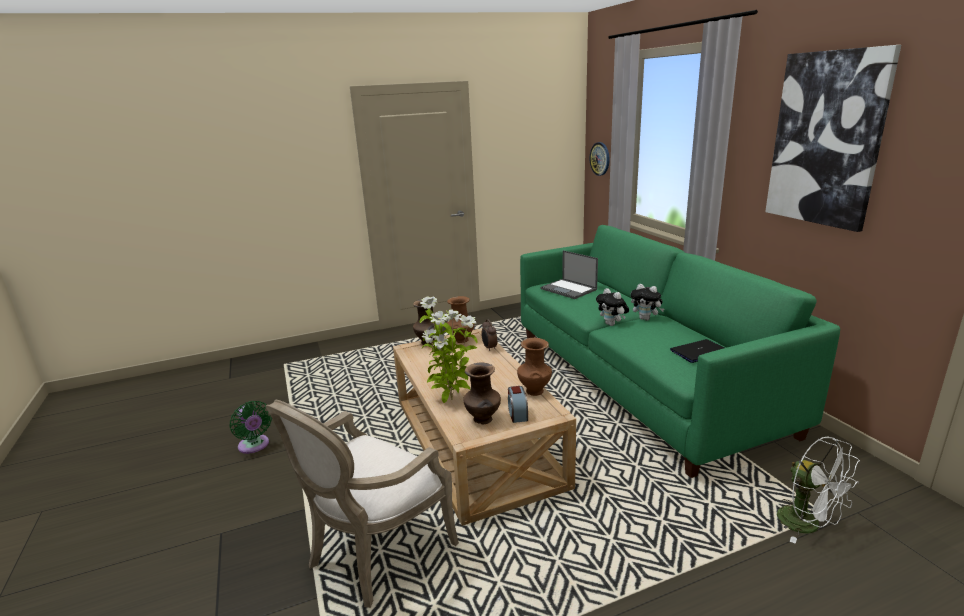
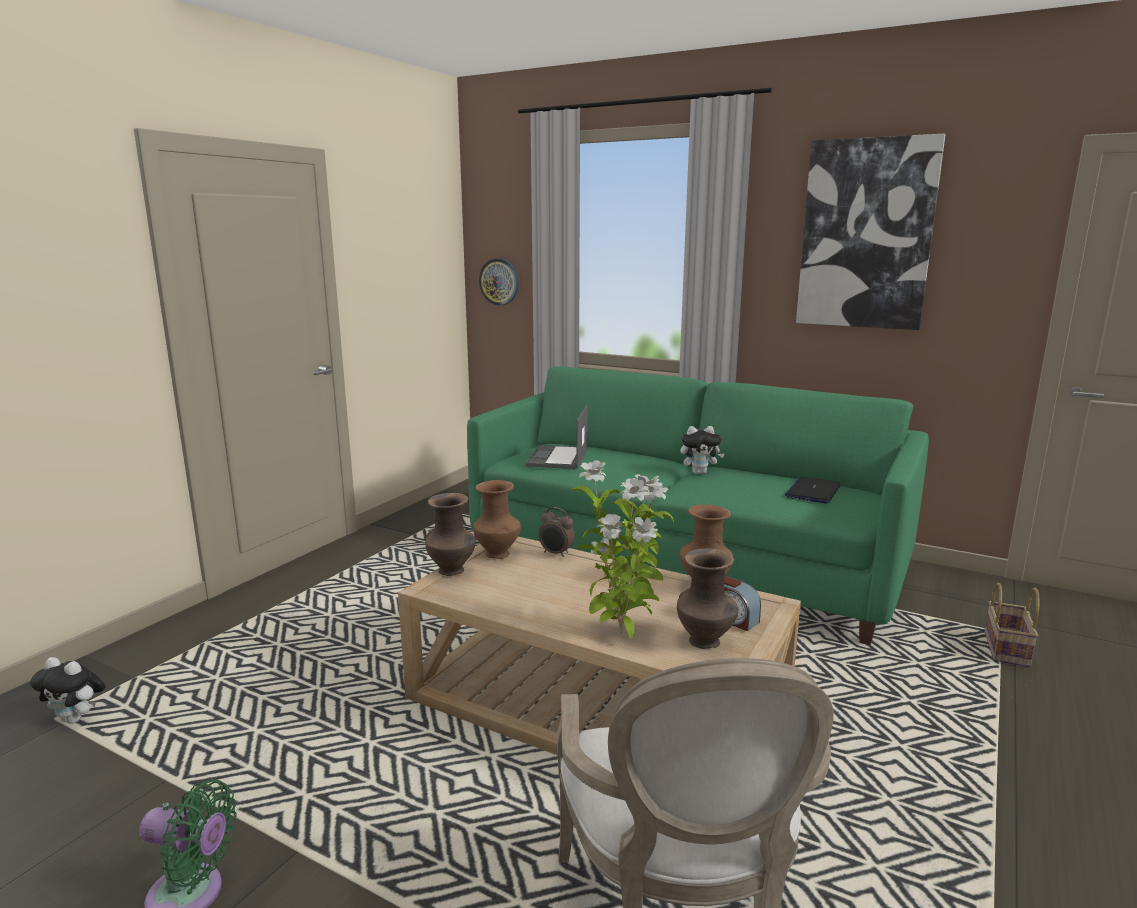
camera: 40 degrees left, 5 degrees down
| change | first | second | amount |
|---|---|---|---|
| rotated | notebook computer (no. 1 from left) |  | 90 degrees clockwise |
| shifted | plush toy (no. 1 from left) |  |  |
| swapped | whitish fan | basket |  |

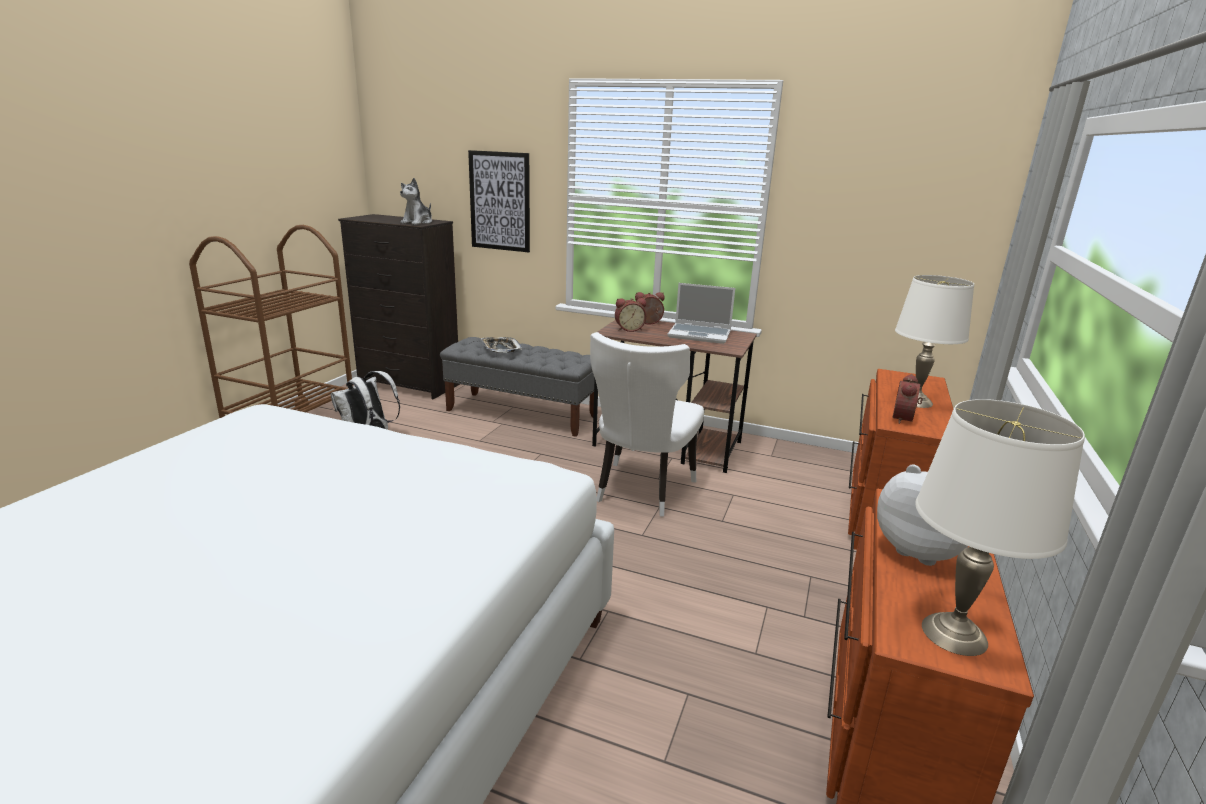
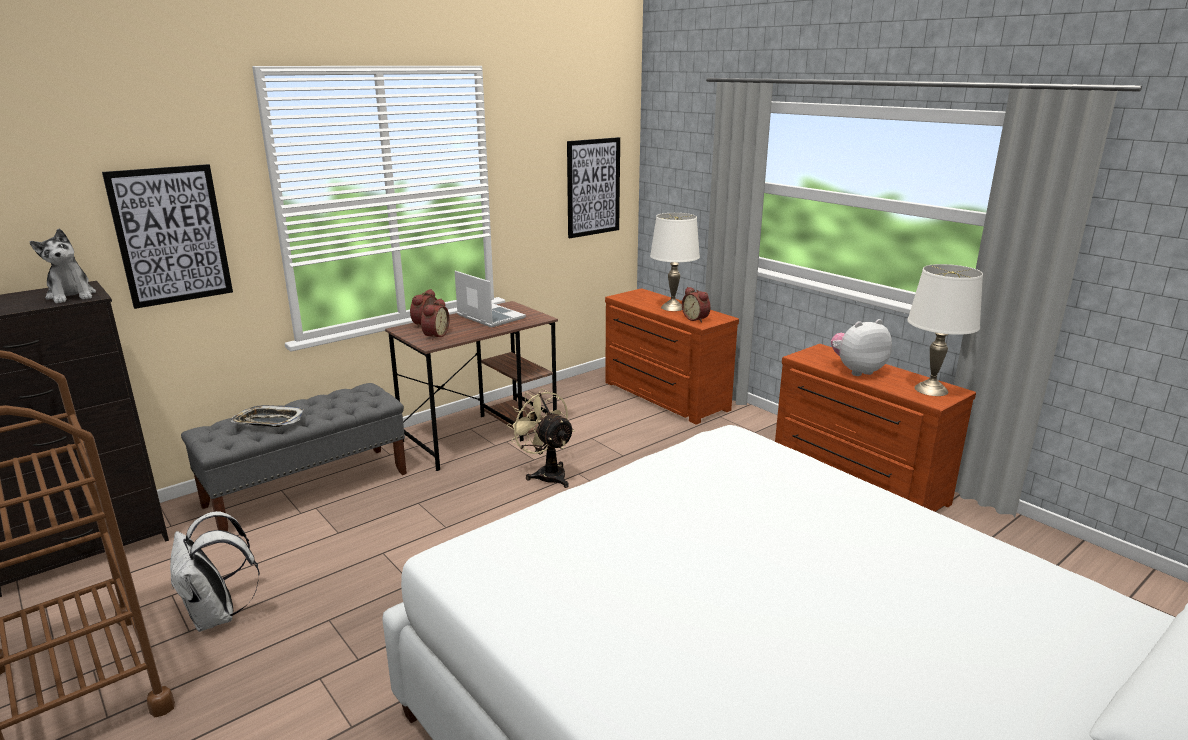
camera: 60 degrees left, 0 degrees up
| change | first | second | amount |
|---|---|---|---|
| swapped | whitish chair | beige-coloured fan |  |
| rotated | notebook computer |  | 90 degrees counterclockwise |
| new |  | wall picture (no. 2 from left) |  |

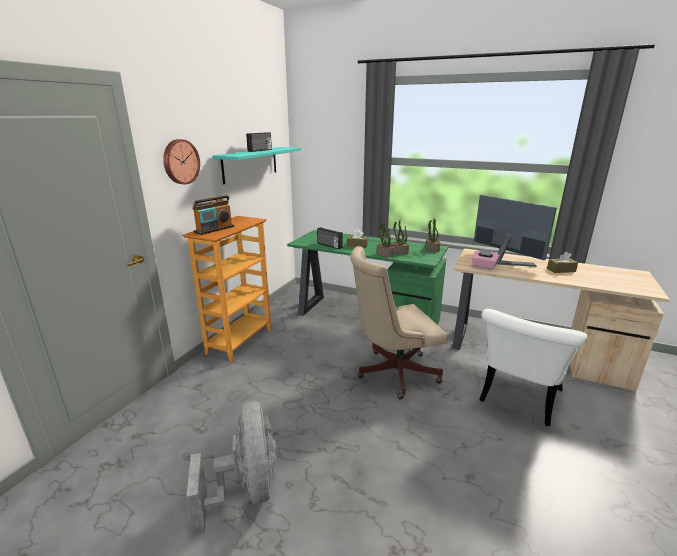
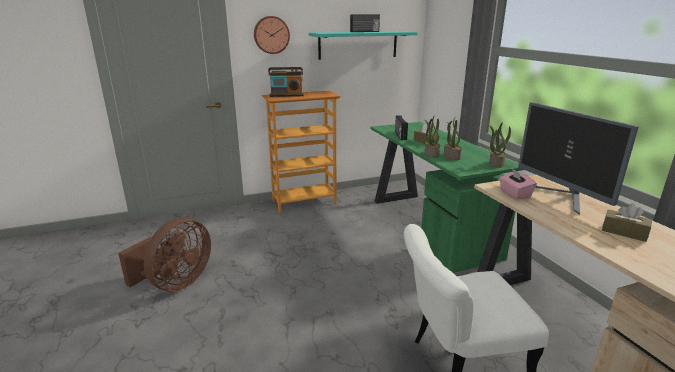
camera: 45 degrees right, 0 degrees up
| change | first | second | amount |
|---|---|---|---|
| repainted | gray fan | brownish fan |  |
| gone | beige-coloured desk chair |  |  |
| rotated | monitor |  | 150 degrees clockwise |

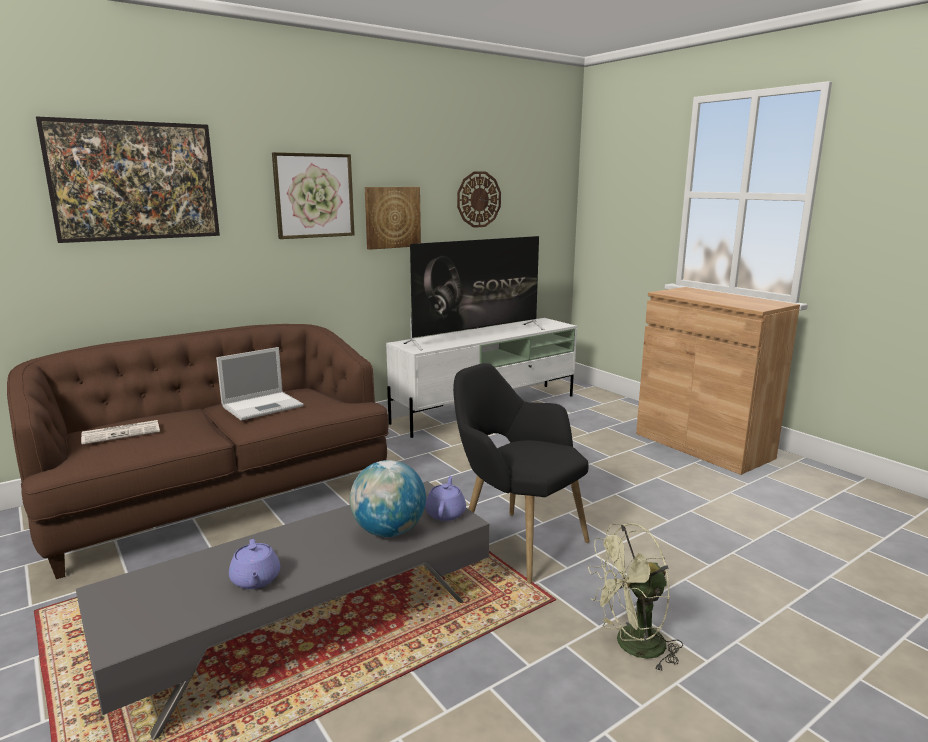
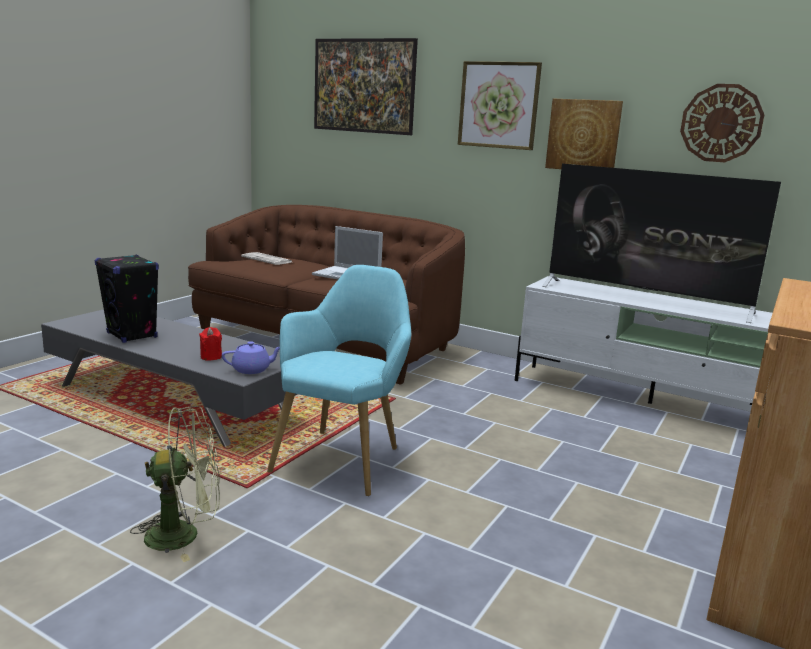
camera: 65 degrees right, 0 degrees up
| change | first | second | amount |
|---|---|---|---|
| swapped | purple-coloured teapot (no. 1 from left) | black audio speaker |  |
| swapped | globe | red wax candle |  |
| repainted | black armchair | turquoise-coloured armchair |  |
| rotated | green fan |  | 120 degrees clockwise |

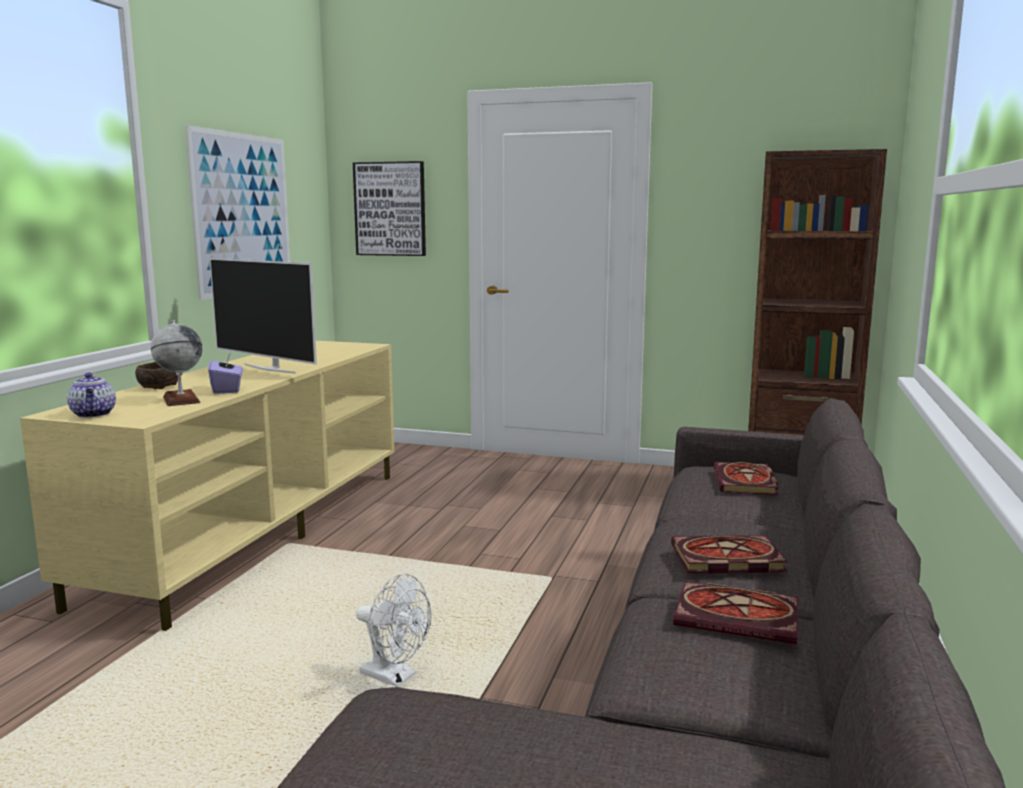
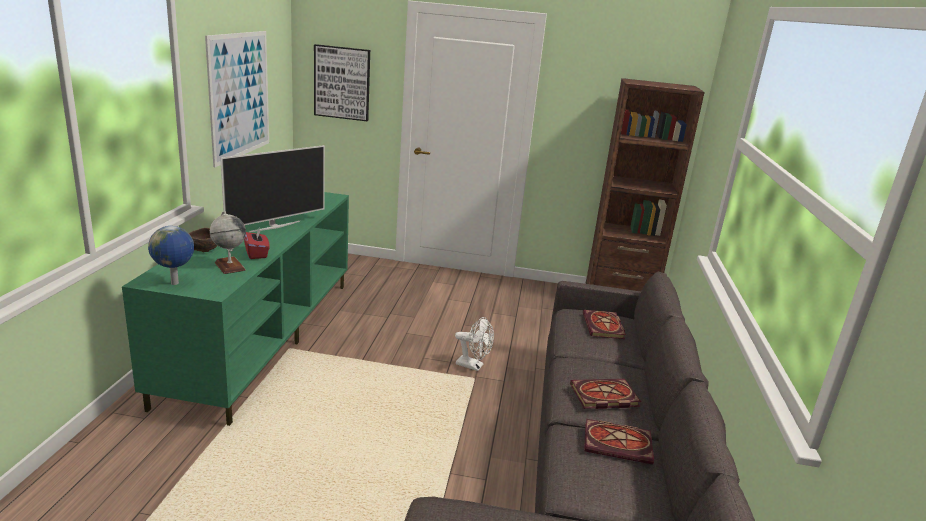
camera: 10 degrees left, 10 degrees up
| change | first | second | amount |
|---|---|---|---|
| repainted | beige-coloured tv unit | green tv unit |  |
| swapped | teapot | globe (no. 1 from left) |  |
| repainted | purple-coloured tissue holder | red tissue holder |  |
| rotated | TV set |  | 75 degrees counterclockwise |
| shifted | whitish fan |  |  |

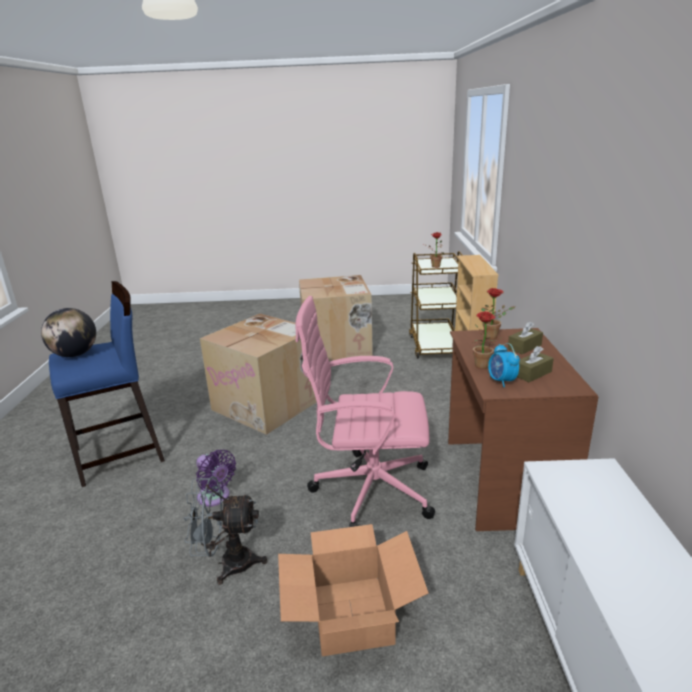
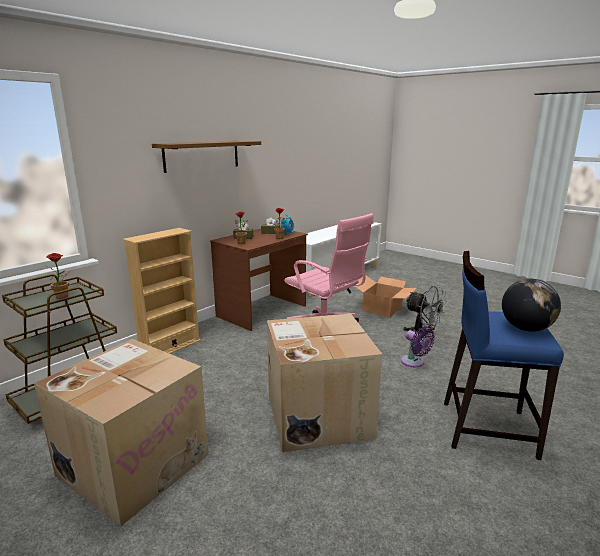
camera: 140 degrees left, 5 degrees down
| change | first | second | amount |
|---|---|---|---|
| rotated | purple-coloured fan |  | 150 degrees clockwise |
| new |  | wall shelf |  |

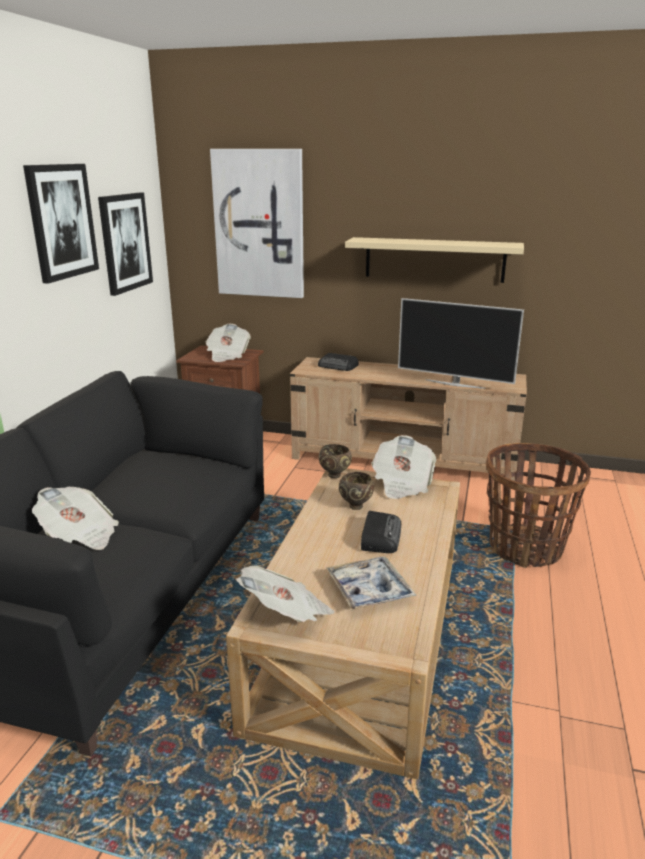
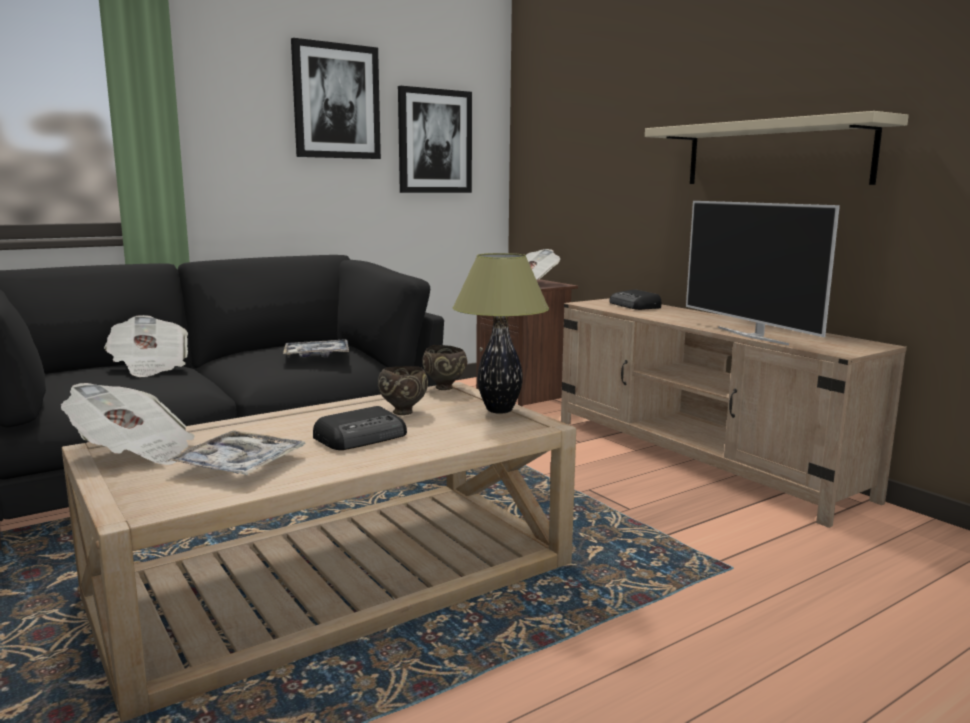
camera: 40 degrees right, 10 degrees down
| change | first | second | amount |
|---|---|---|---|
| gone | wall picture (no. 3 from left) |  |  |
| swapped | printed paper (no. 4 from left) | lamp for a table |  |
| gone | basket |  |  |
| new |  | tray (no. 2 from left) |  |

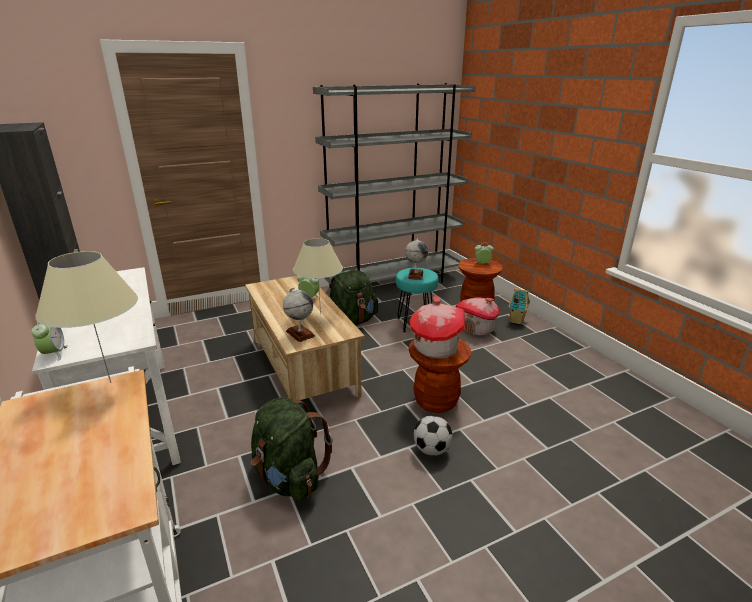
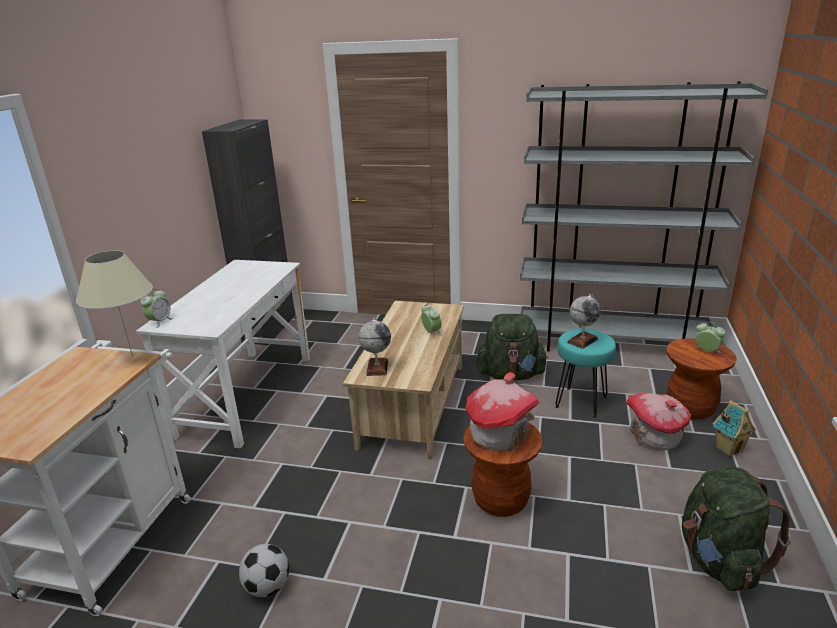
camera: 40 degrees right, 0 degrees up
| change | first | second | amount |
|---|---|---|---|
| shifted | green backpack (no. 1 from left in the first image) | green backpack (no. 2 from left) |  |
| gone | beige-coloured lamp for a table (no. 2 from left) |  |  |
| shifted | ball for football |  |  |

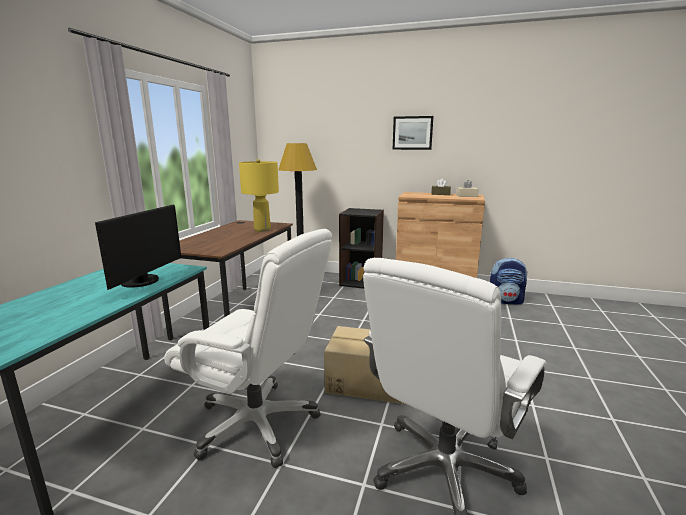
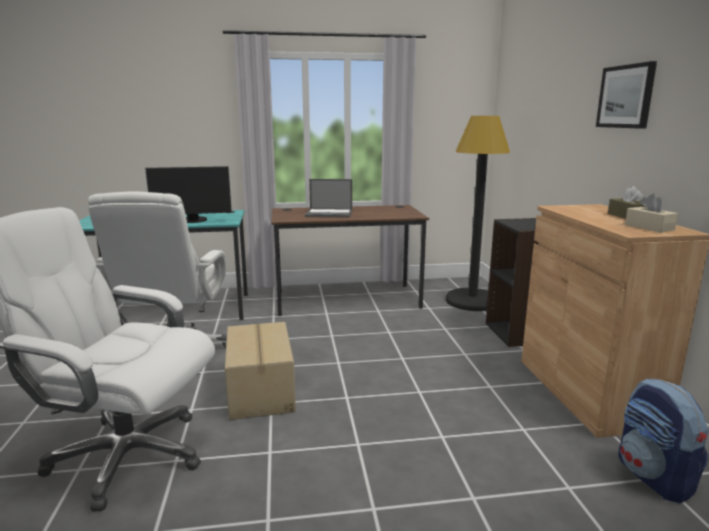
camera: 65 degrees right, 0 degrees up
| change | first | second | amount |
|---|---|---|---|
| gone | yellowish lamp for a table |  |  |
| new |  | notebook computer |  |

